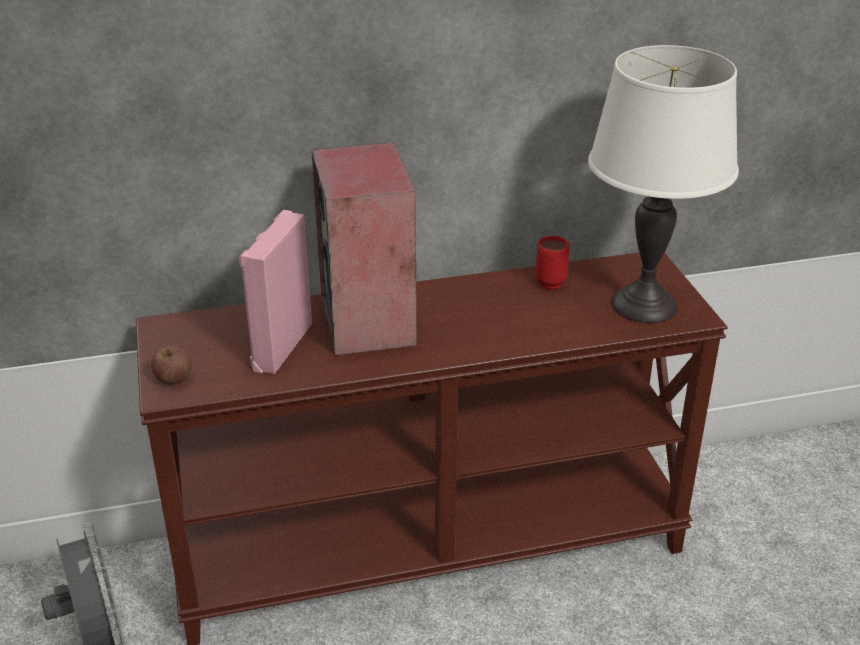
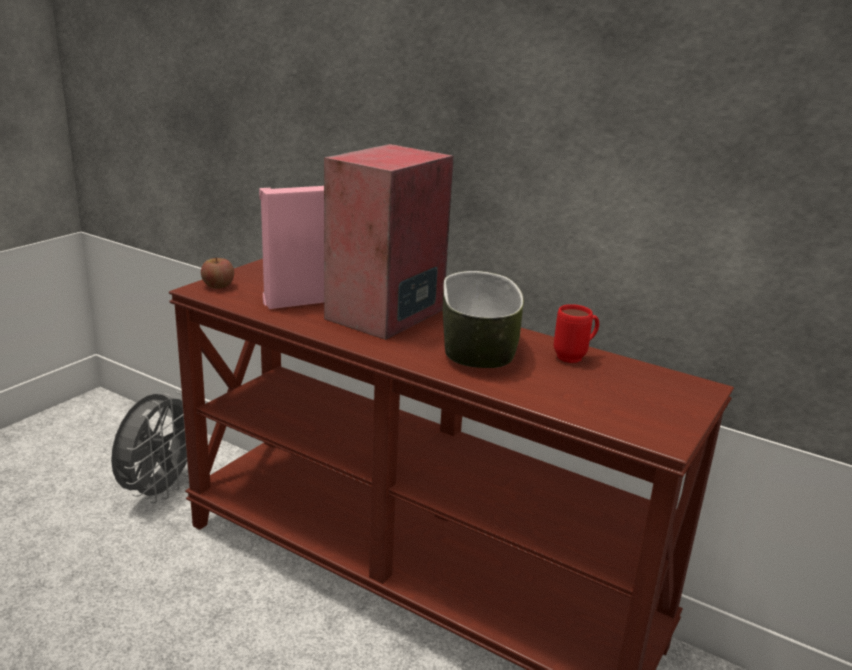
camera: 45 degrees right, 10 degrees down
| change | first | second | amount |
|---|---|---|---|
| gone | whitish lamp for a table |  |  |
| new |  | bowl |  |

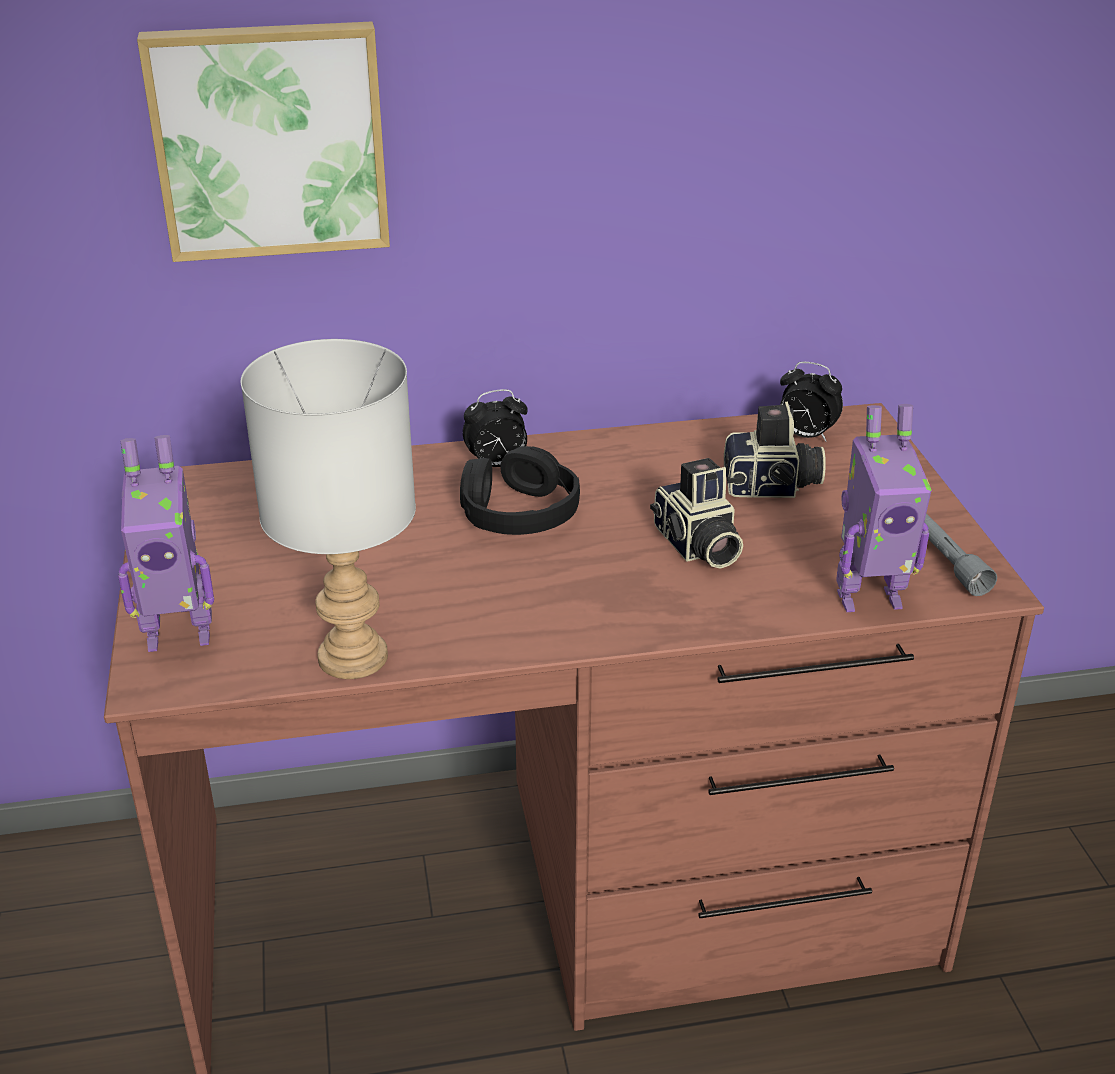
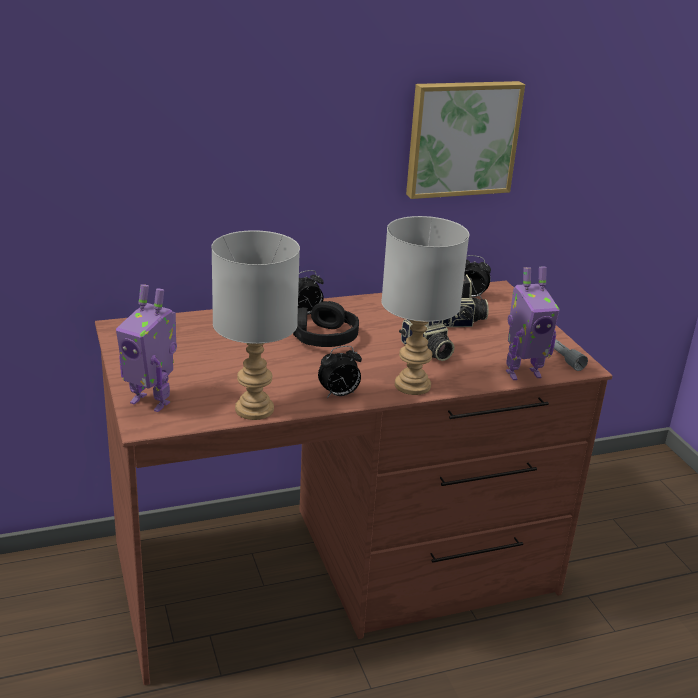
camera: 10 degrees left, 5 degrees down
| change | first | second | amount |
|---|---|---|---|
| rotated | robot figure (no. 1 from left) |  | 45 degrees clockwise |
| shifted | wall picture |  |  |
| new |  | table clock (no. 2 from left) |  |
| new |  | gray lamp for a table (no. 2 from left) |  |

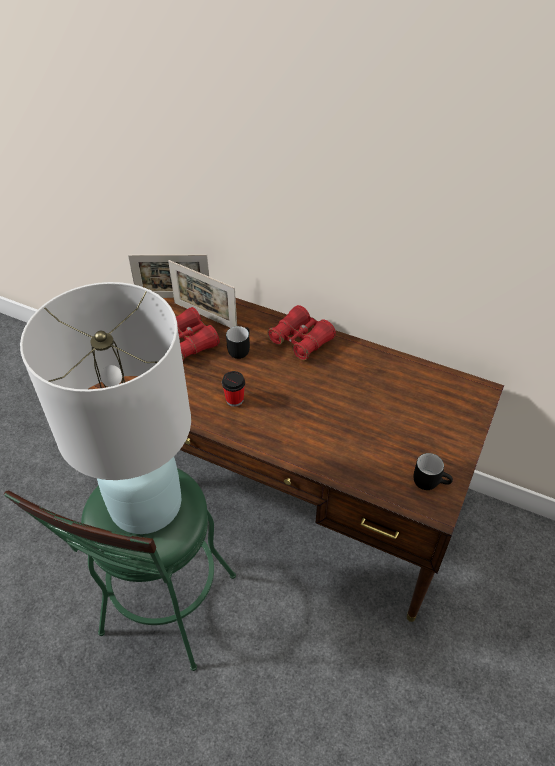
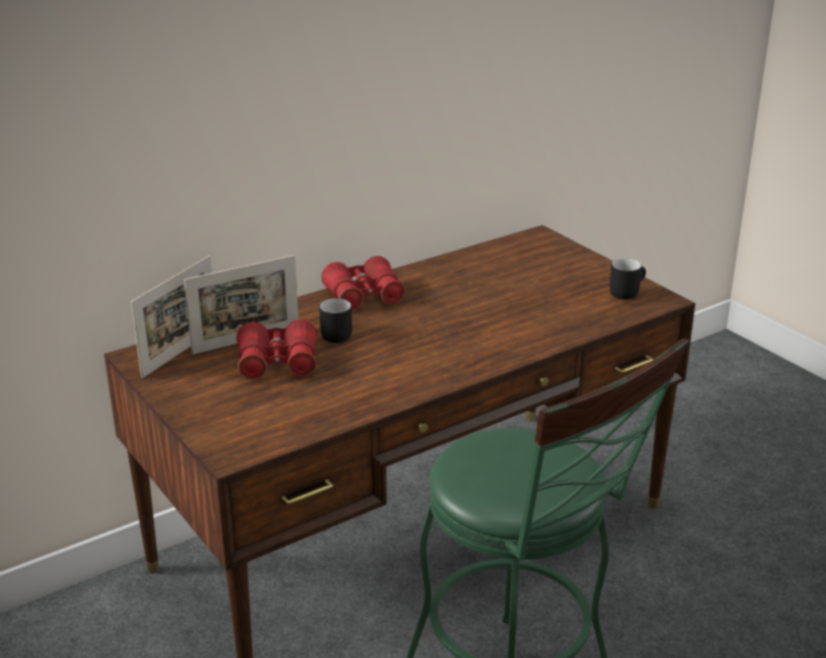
camera: 60 degrees left, 20 degrees down
| change | first | second | amount |
|---|---|---|---|
| gone | whitish lamp for a table |  |  |
| gone | drinking cup |  |  |

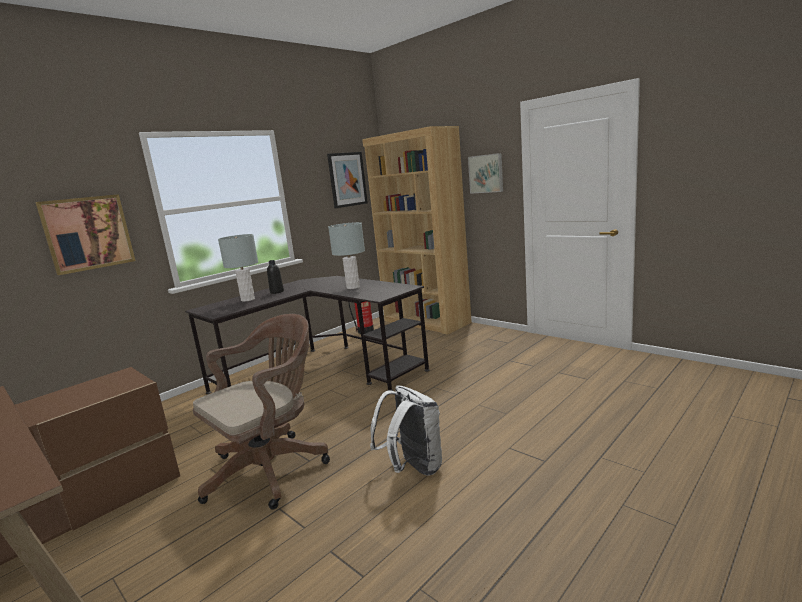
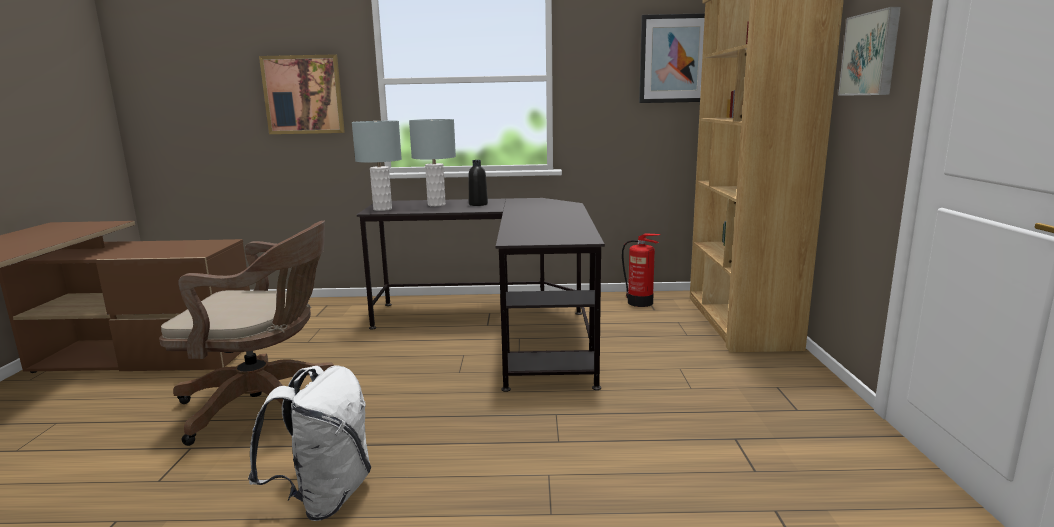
camera: 45 degrees right, 0 degrees up
| change | first | second | amount |
|---|---|---|---|
| shifted | gray lamp for a table (no. 2 from left in the first image) | gray lamp for a table (no. 1 from left) |  |

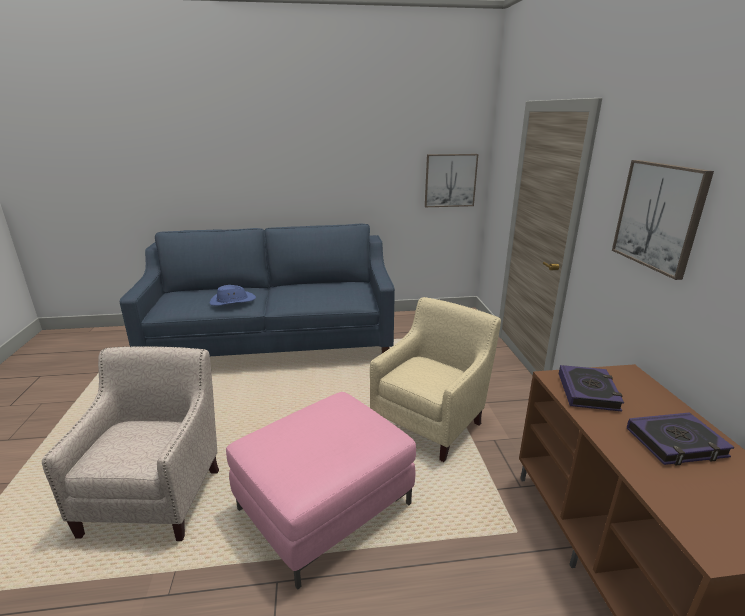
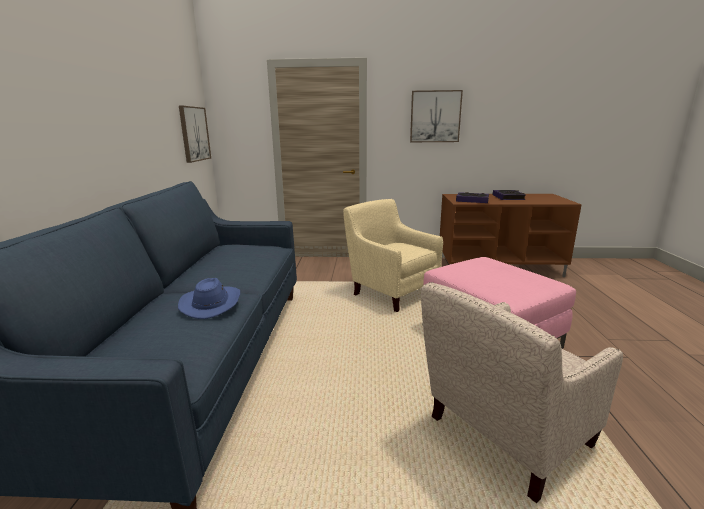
camera: 80 degrees left, 5 degrees down
| change | first | second | amount |
|---|---|---|---|
| rotated | beige-coloured armchair (no. 1 from left in the first image) | beige-coloured armchair (no. 2 from left) | 45 degrees counterclockwise |

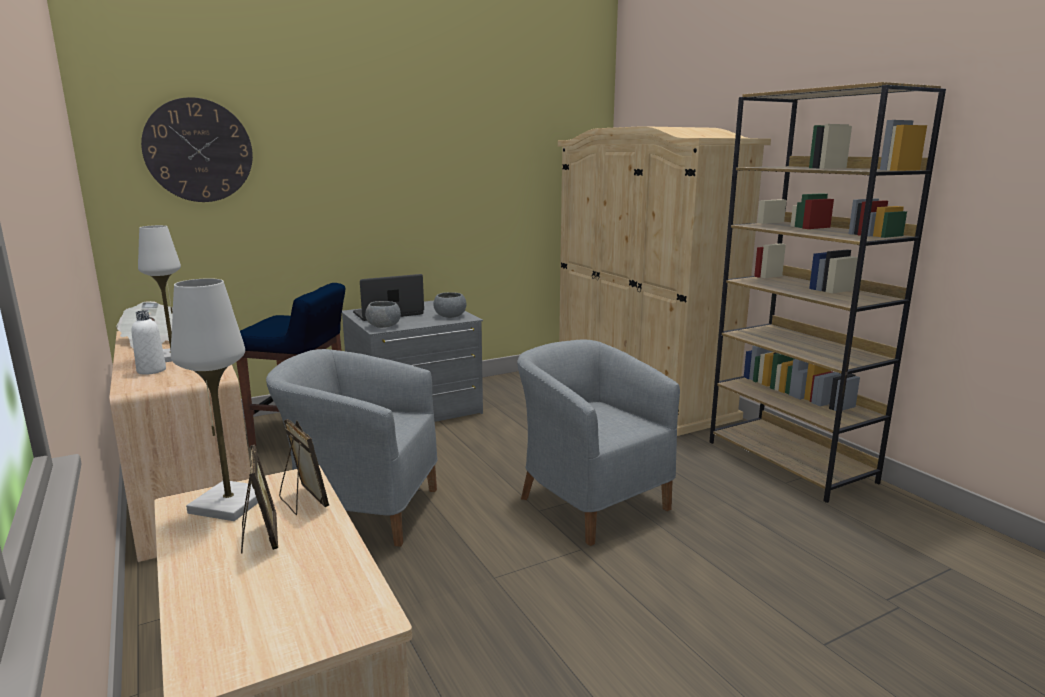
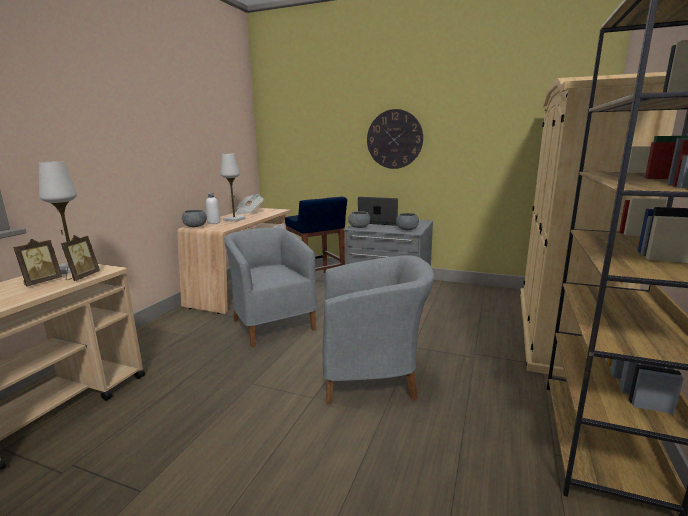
camera: 50 degrees right, 0 degrees up
| change | first | second | amount |
|---|---|---|---|
| shifted | wall clock |  |  |
| rotated | gray armchair (no. 2 from left) |  | 75 degrees clockwise |
| new |  | gray bowl (no. 1 from left) |  |

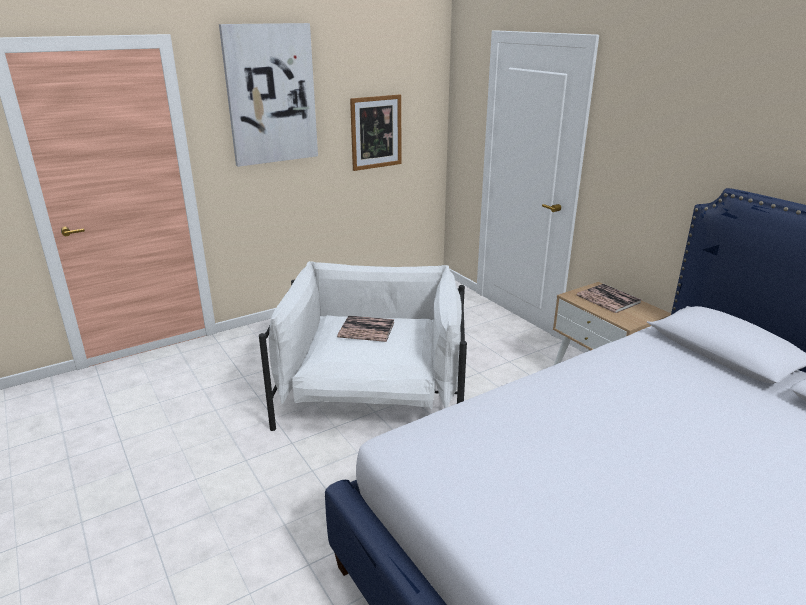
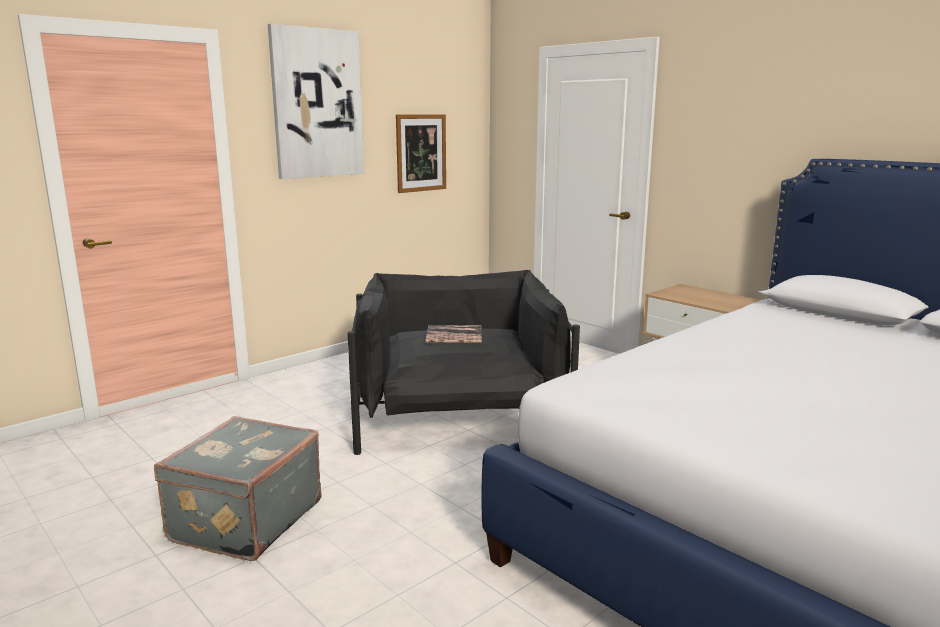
camera: 10 degrees left, 10 degrees down
| change | first | second | amount |
|---|---|---|---|
| repainted | whitish armchair | black armchair |  |
| gone | bound book (no. 2 from left) |  |  |
| new |  | gray travel case |  |

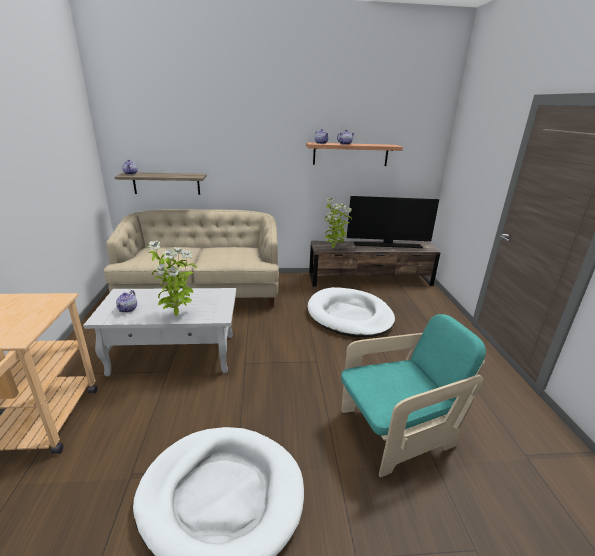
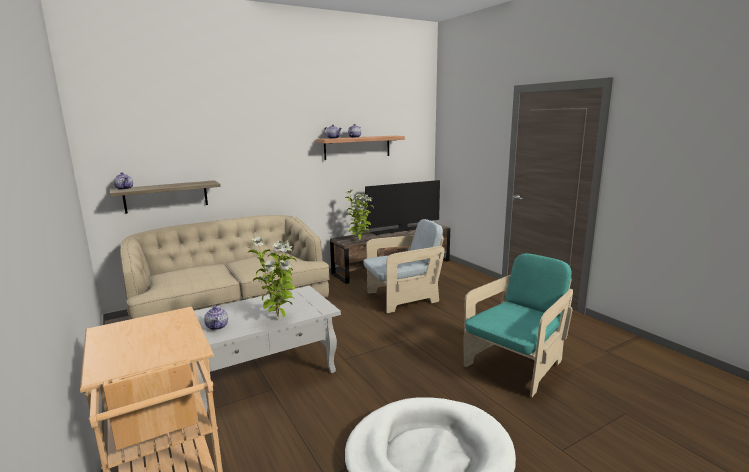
camera: 25 degrees left, 10 degrees down
| change | first | second | amount |
|---|---|---|---|
| swapped | whitish dog cushion (no. 2 from left) | beige-coloured armchair |  |

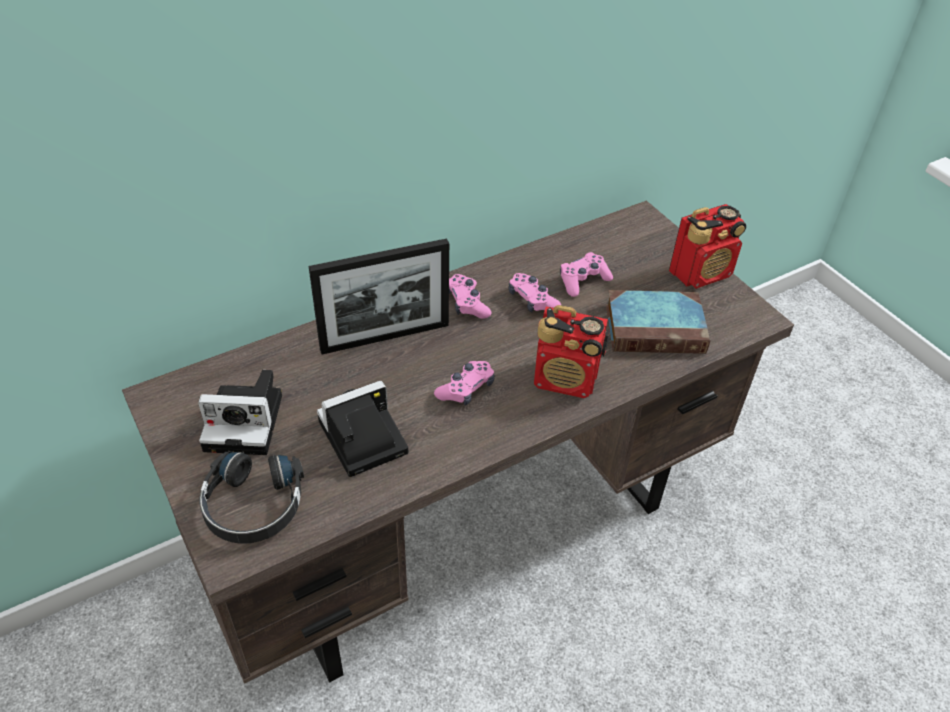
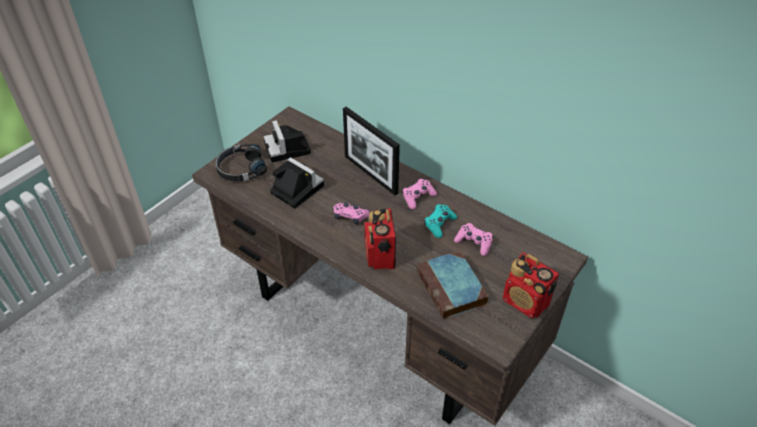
camera: 70 degrees right, 0 degrees up
| change | first | second | amount |
|---|---|---|---|
| repainted | pinkish game controller (no. 3 from left) | turquoise-coloured game controller |  |

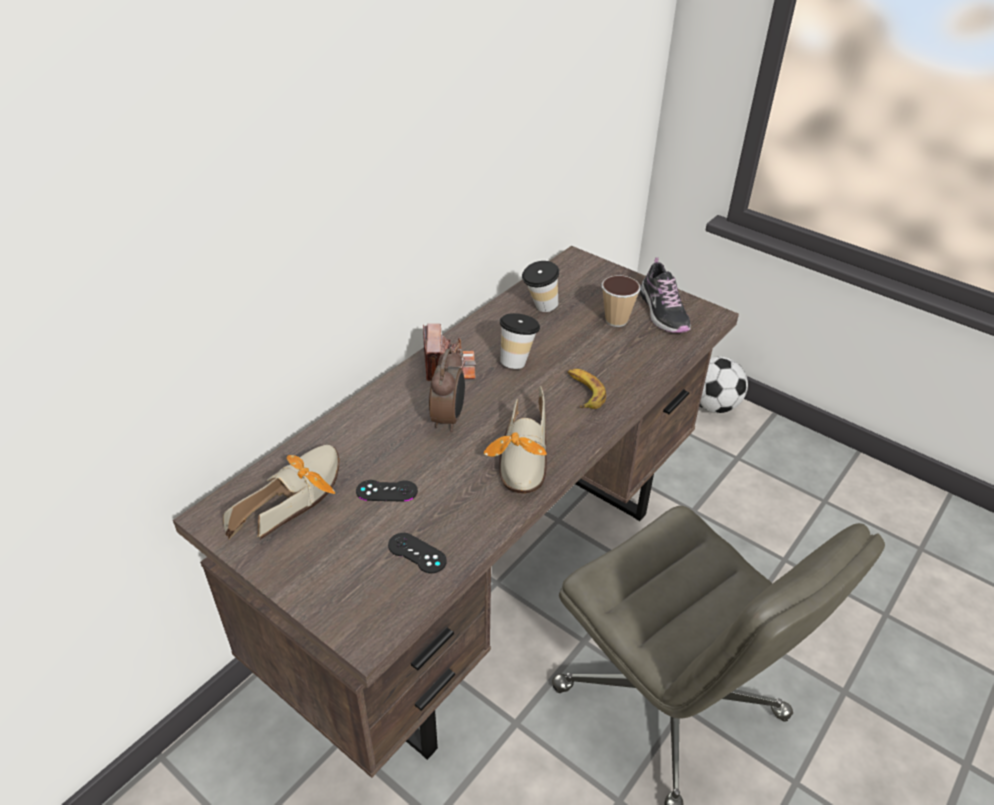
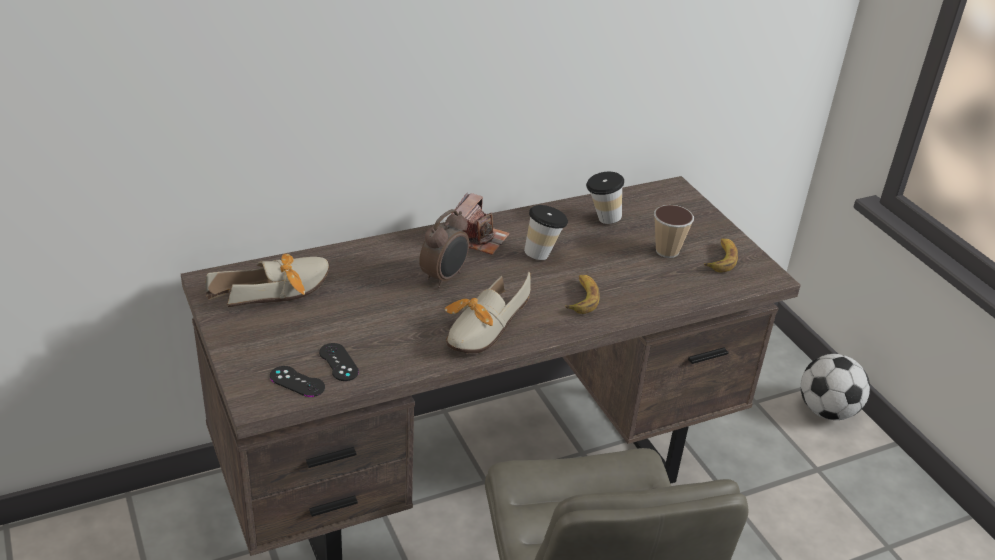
camera: 25 degrees right, 5 degrees down
| change | first | second | amount |
|---|---|---|---|
| shifted | black game controller (no. 1 from left) |  |  |
| swapped | low shoe (no. 3 from left) | banana (no. 2 from left) |  |

